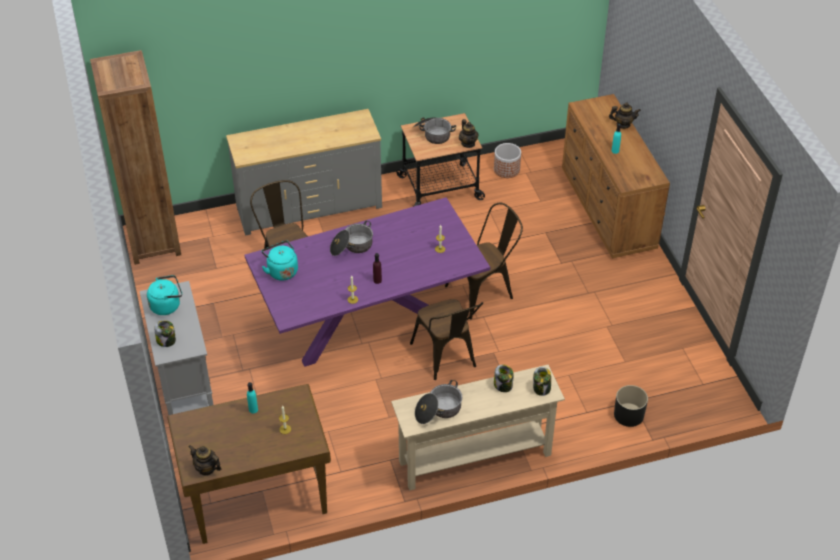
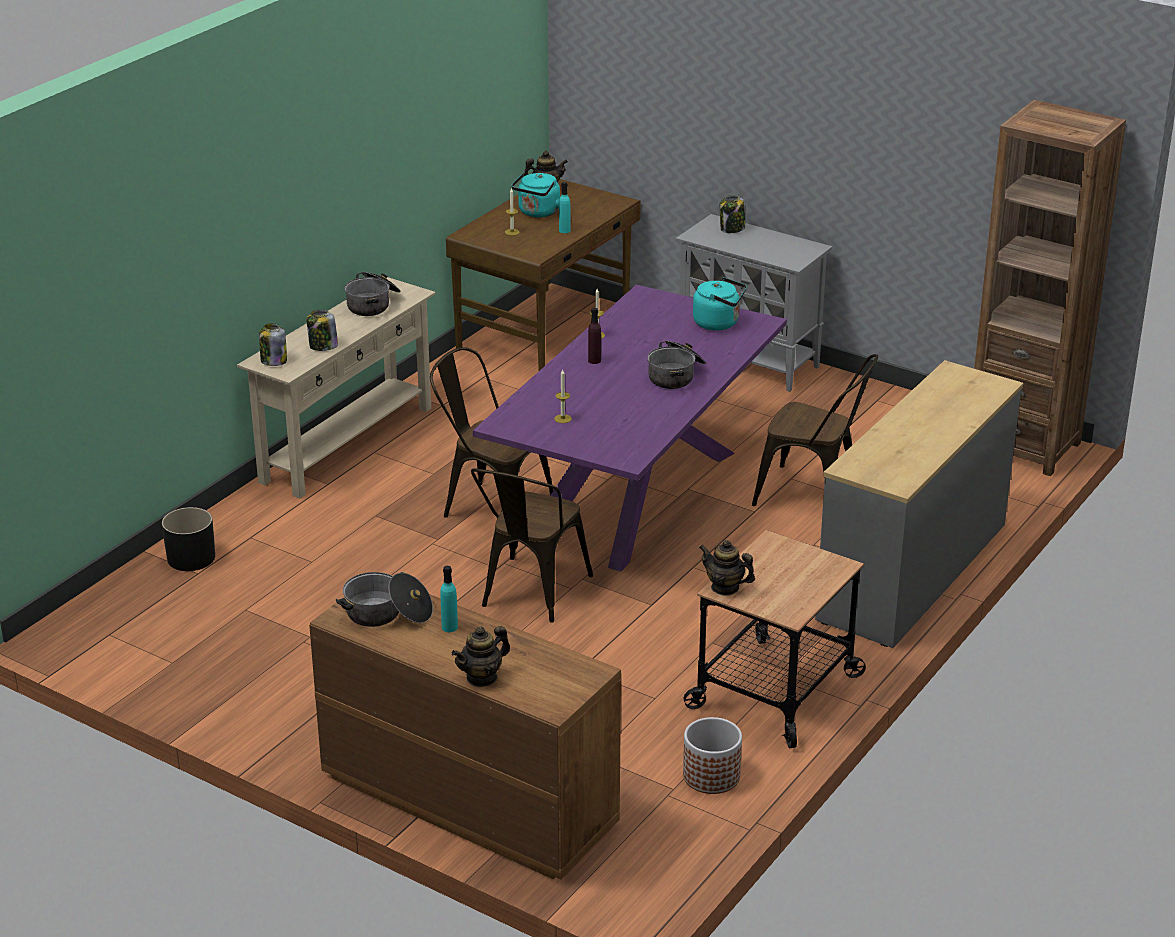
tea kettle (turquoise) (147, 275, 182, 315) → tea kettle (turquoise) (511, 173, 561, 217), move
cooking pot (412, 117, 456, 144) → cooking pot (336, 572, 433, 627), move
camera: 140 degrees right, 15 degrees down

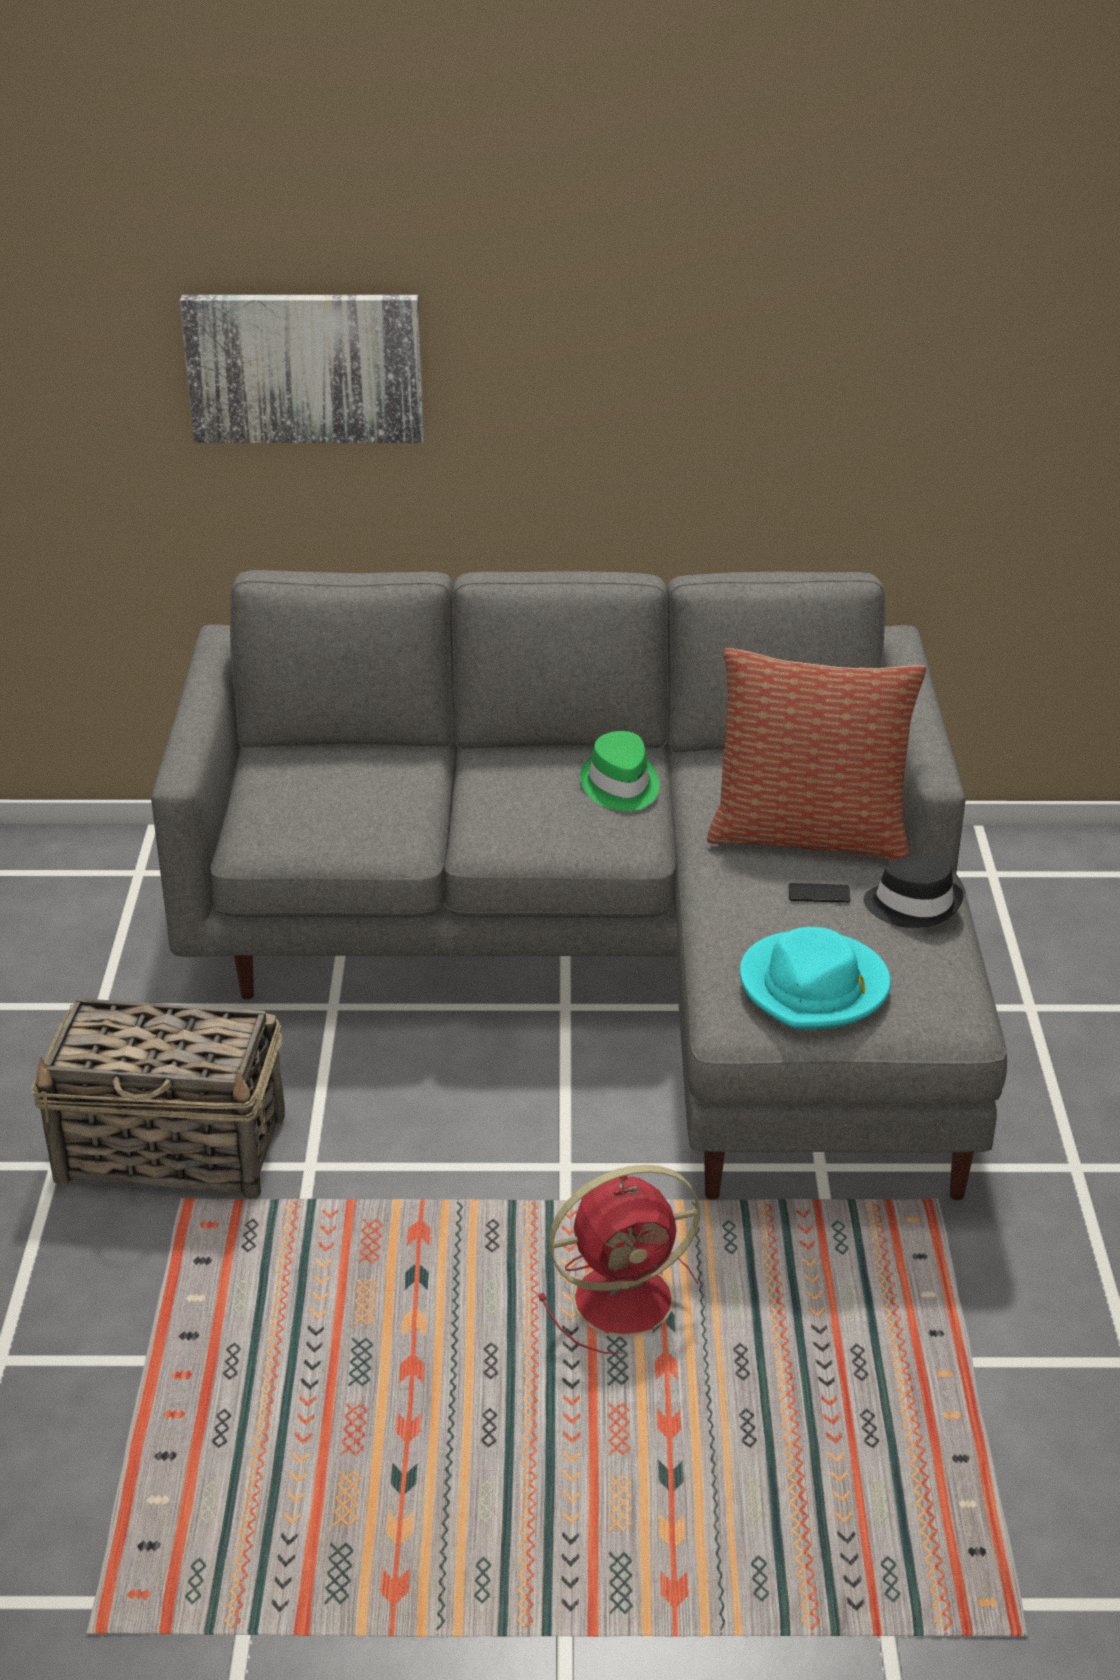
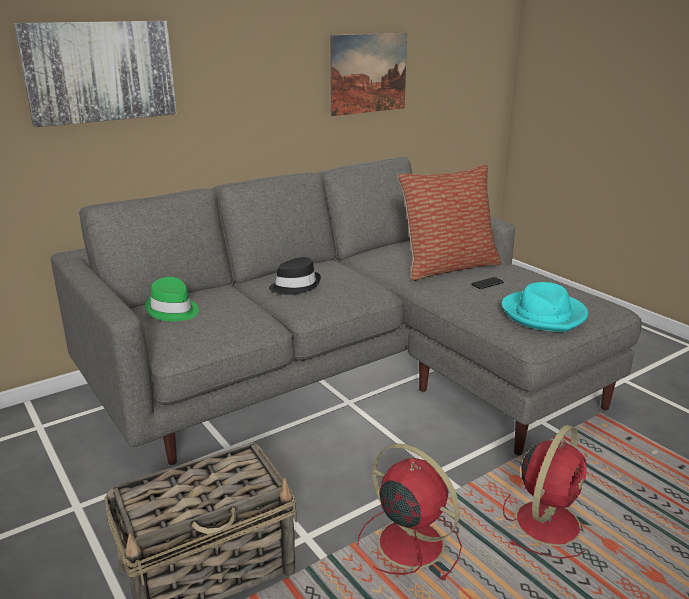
- → picture (330, 33, 407, 116)
- → fan (reddish) (357, 444, 462, 582)
wearable hat (green) (580, 731, 660, 811) → wearable hat (green) (145, 277, 199, 321), move
wearable hat (black-coloured) (863, 855, 964, 928) → wearable hat (black-coloured) (269, 257, 321, 295), move
camera: 35 degrees left, 10 degrees down

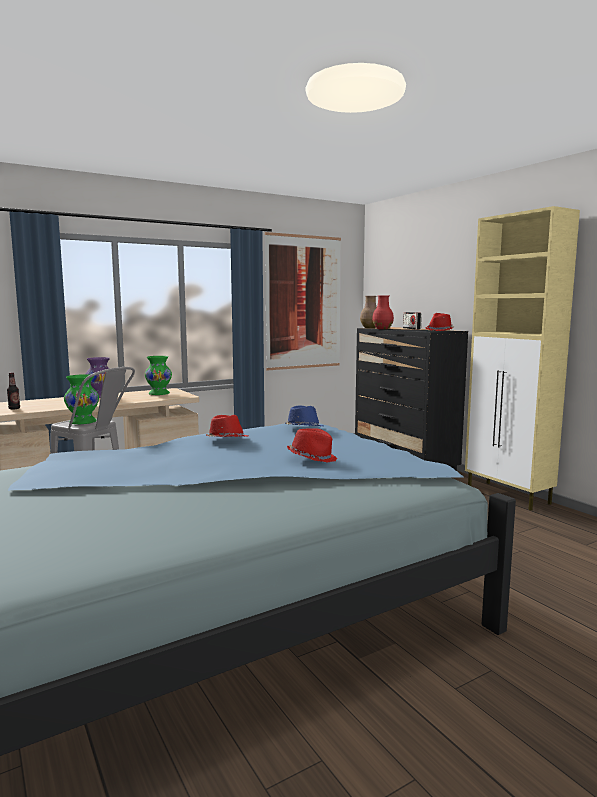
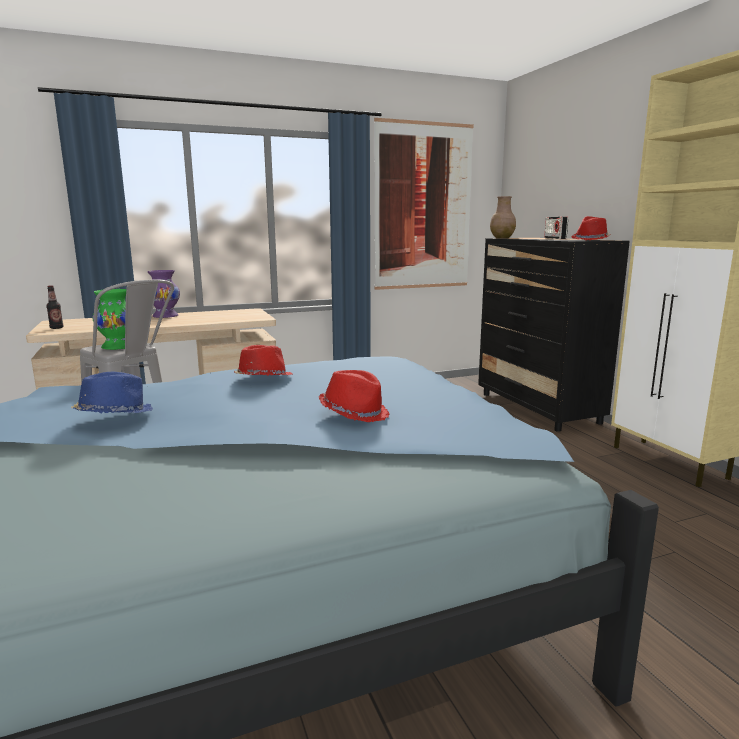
decorative vase (green) (145, 356, 172, 395) → -
decorative vase (reddish) (372, 295, 394, 329) → -
wearable hat (blue) (285, 406, 323, 426) → wearable hat (blue) (71, 372, 153, 413), move
camera: 10 degrees right, 5 degrees up

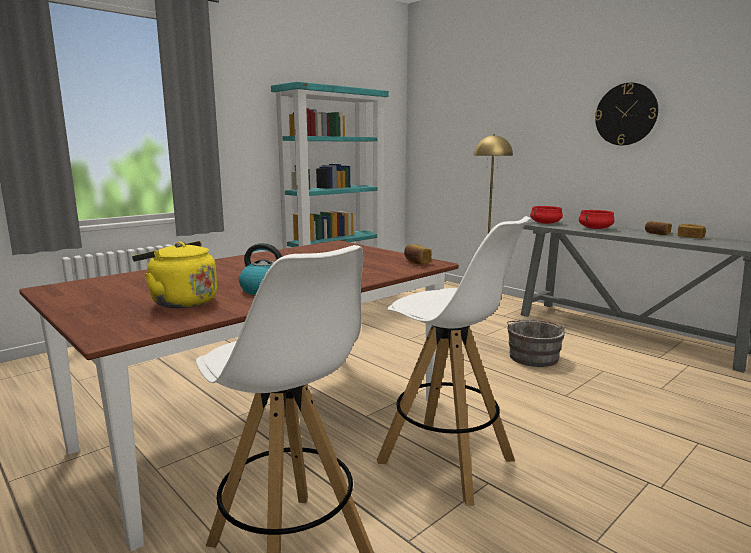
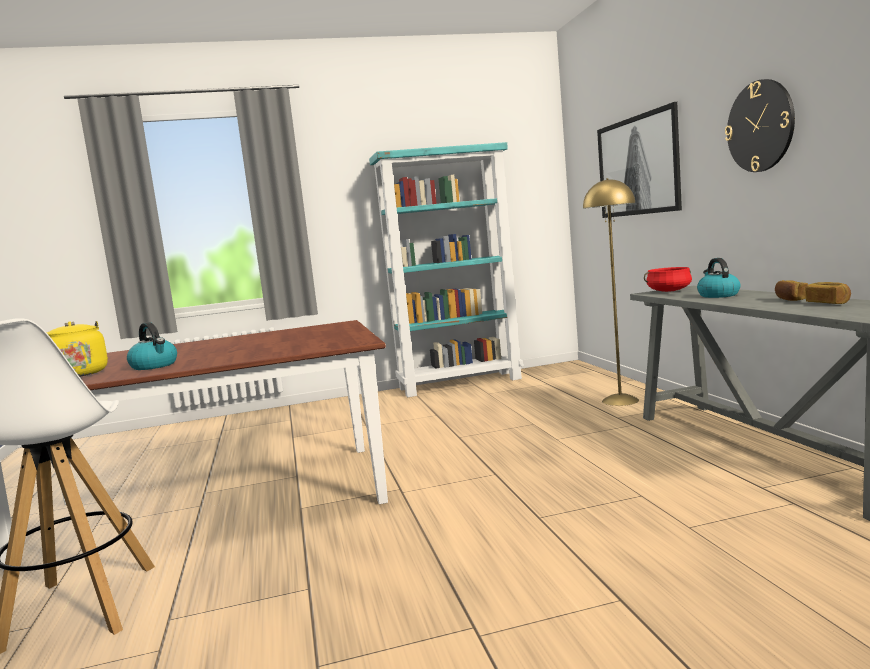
stool seat (whitish) (377, 216, 531, 506) → -
bread (404, 244, 432, 265) → -
water bucket (gray) (507, 319, 565, 367) → -
- → picture (597, 102, 682, 218)
cooking pot (reddish) (579, 210, 615, 229) → tea kettle (697, 258, 740, 298)
camera: 30 degrees right, 5 degrees down

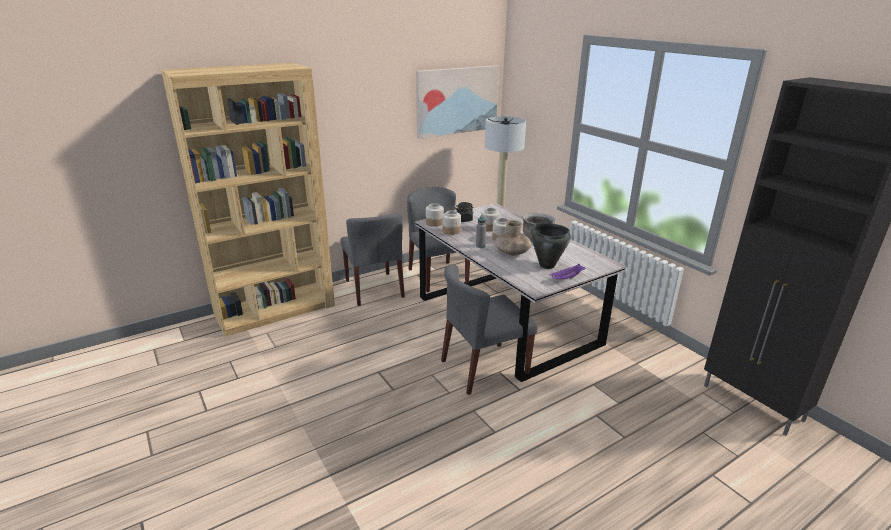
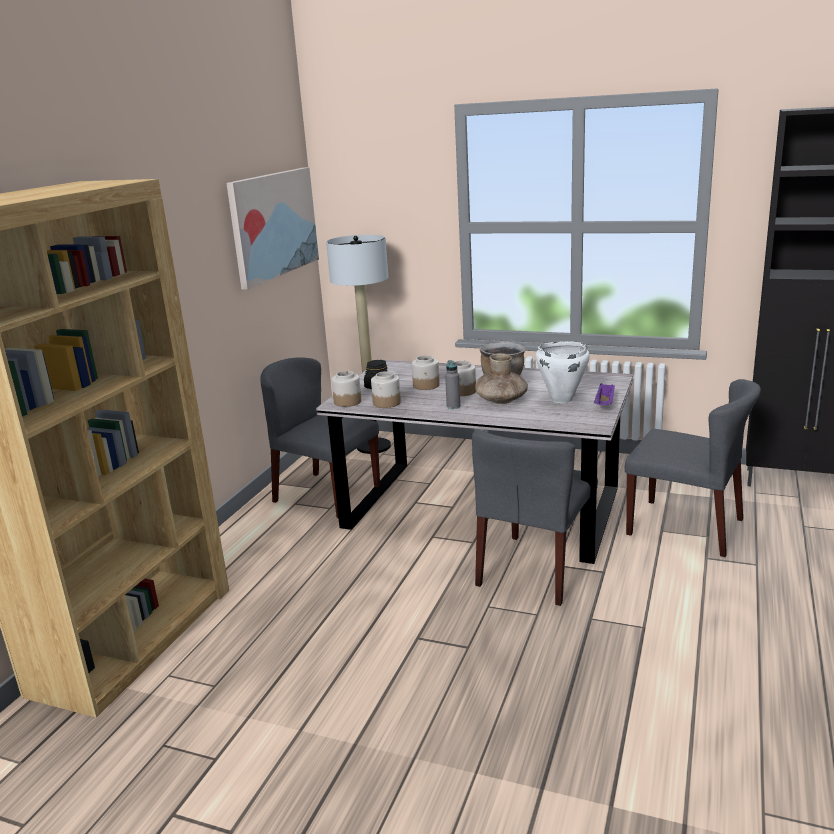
chair (gray) (340, 212, 405, 306) → chair (gray) (625, 379, 761, 557), move
cooking pot (black-coloured) (531, 223, 571, 269) → cooking pot (whitish) (536, 341, 590, 403)
camera: 35 degrees left, 5 degrees down

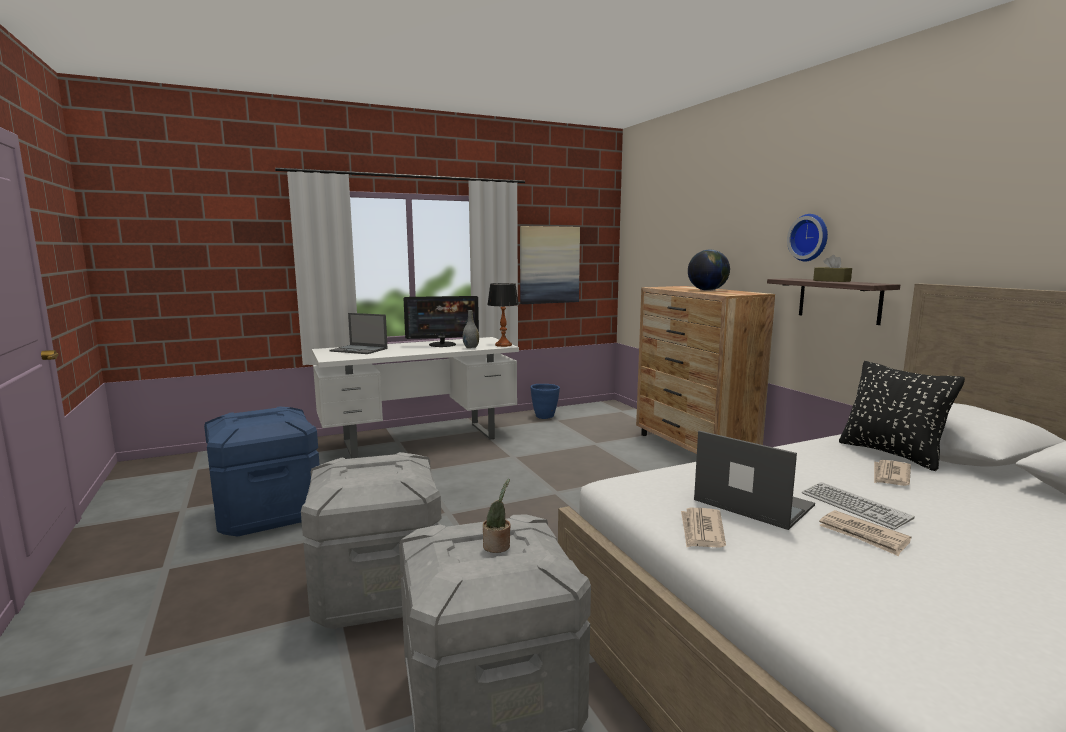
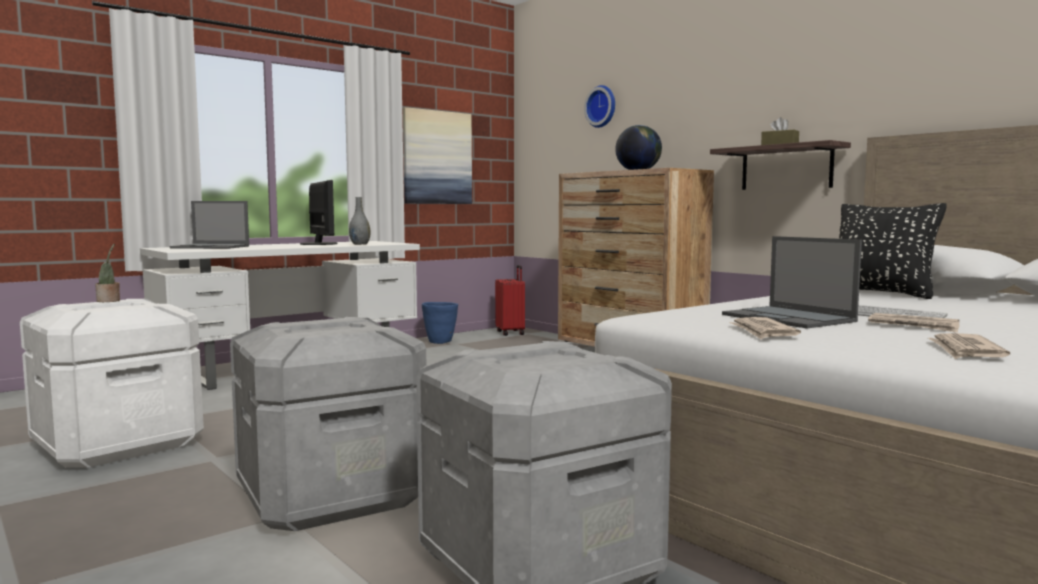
lamp for a table (487, 283, 519, 347) → -
- → travel case (reddish) (495, 265, 525, 336)
plant in a pot (483, 479, 511, 553) → plant in a pot (95, 244, 120, 302), move
hanging clock (787, 214, 828, 261) → hanging clock (584, 85, 615, 128), move
printed paper (874, 460, 911, 486) → printed paper (928, 333, 1010, 359), move
storage container (blue) (204, 406, 320, 537) → storage container (whitish) (20, 299, 204, 468)
computer display (404, 296, 479, 347) → computer display (300, 180, 338, 245), 90 degrees counterclockwise
notebook computer (694, 431, 815, 530) → notebook computer (722, 236, 862, 329), 150 degrees counterclockwise
camera: 15 degrees left, 5 degrees down

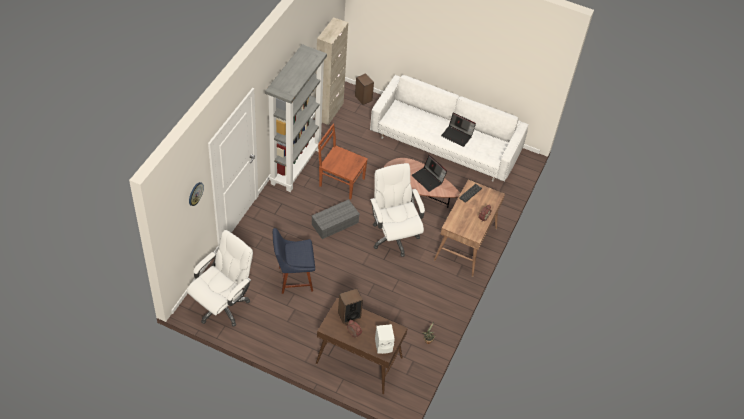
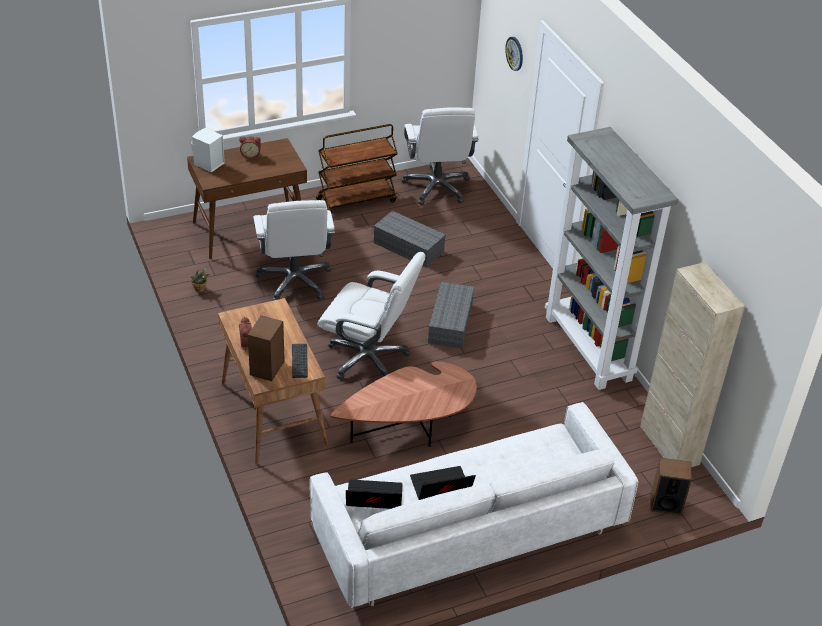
chair (brown) (318, 124, 368, 199) → -
- → office chair (whitish) (253, 200, 335, 300)
- → wheeled cart (brown) (316, 124, 398, 213)
speaker (338, 288, 363, 324) → speaker (248, 315, 285, 381), move
notebook computer (412, 155, 447, 192) → notebook computer (346, 479, 403, 509), move
chair (blue) (273, 228, 315, 294) → storage container (gray) (374, 211, 446, 267)
camera: 135 degrees right, 10 degrees down

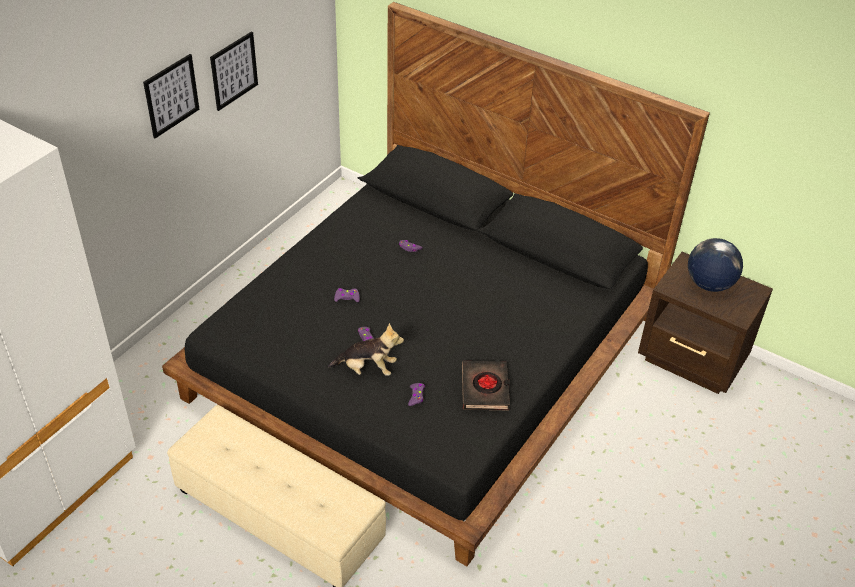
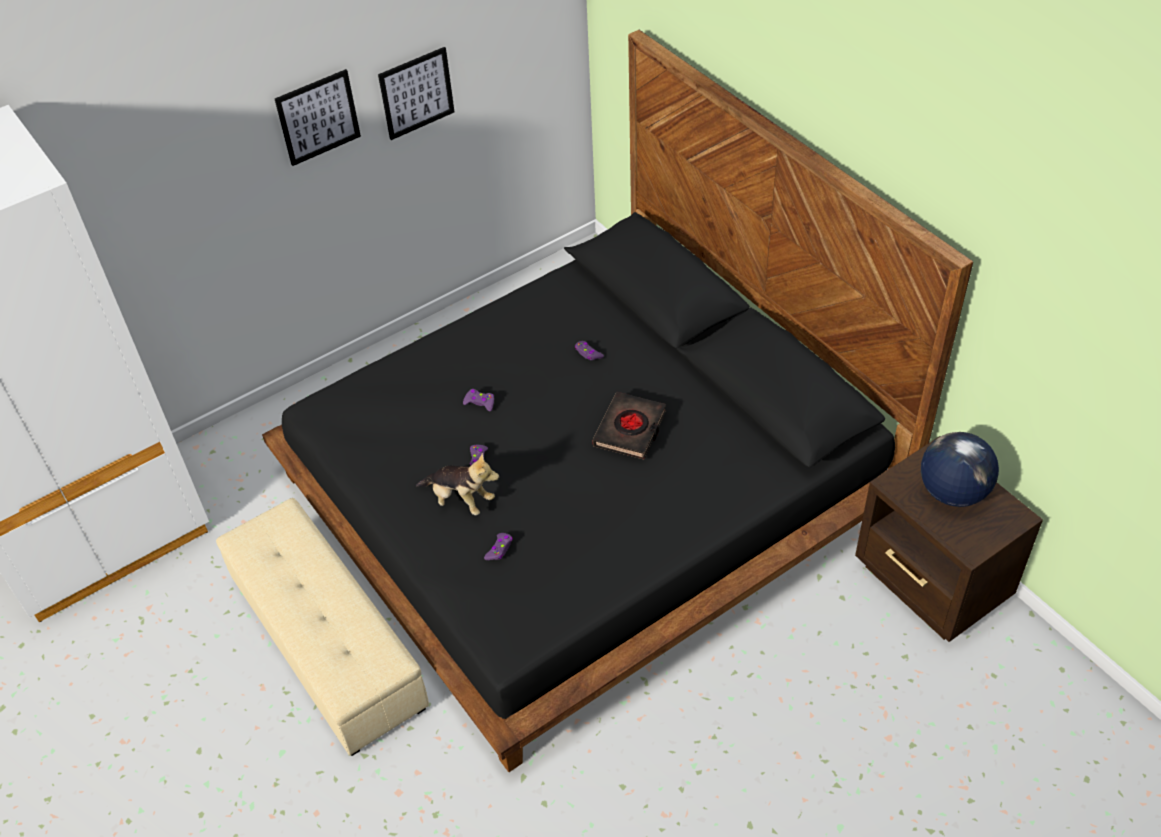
book (black-coloured) (462, 361, 510, 410) → book (black-coloured) (592, 392, 666, 460), move
camera: 25 degrees right, 5 degrees up

